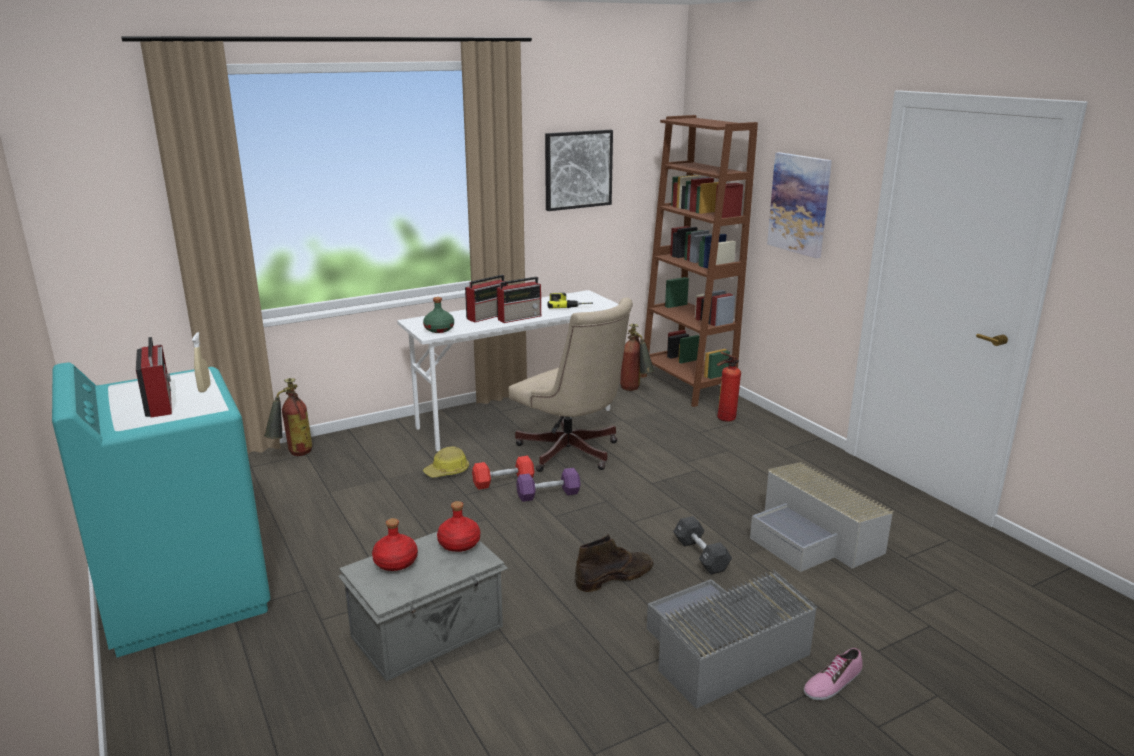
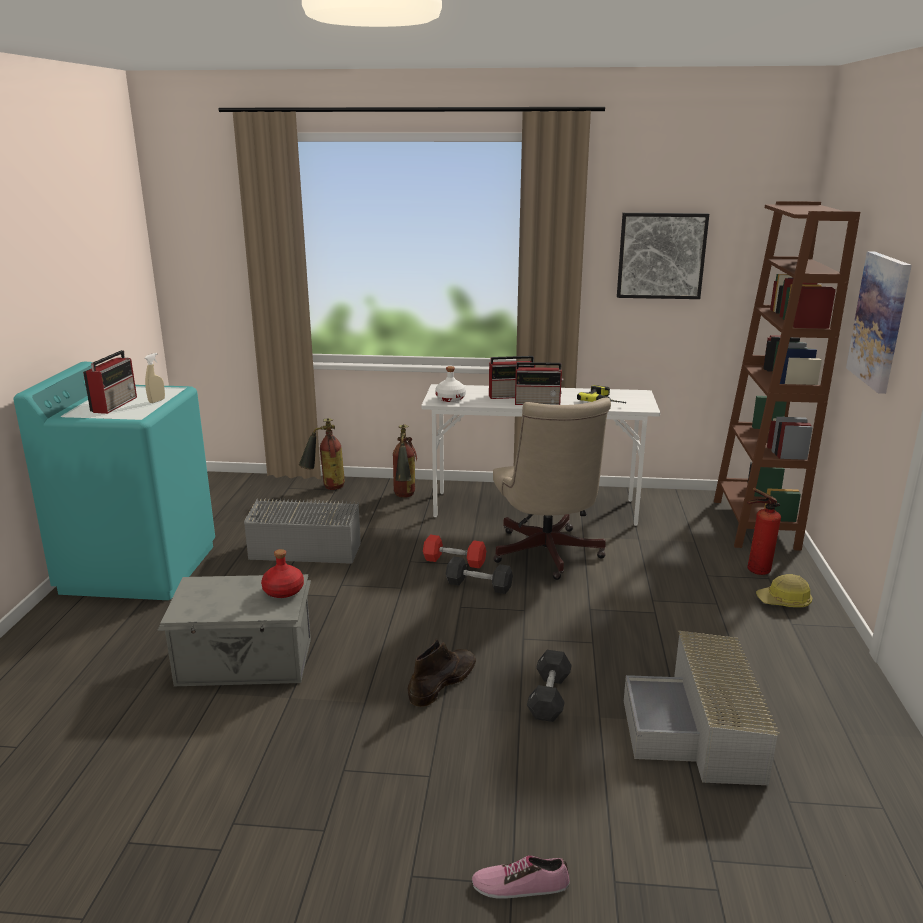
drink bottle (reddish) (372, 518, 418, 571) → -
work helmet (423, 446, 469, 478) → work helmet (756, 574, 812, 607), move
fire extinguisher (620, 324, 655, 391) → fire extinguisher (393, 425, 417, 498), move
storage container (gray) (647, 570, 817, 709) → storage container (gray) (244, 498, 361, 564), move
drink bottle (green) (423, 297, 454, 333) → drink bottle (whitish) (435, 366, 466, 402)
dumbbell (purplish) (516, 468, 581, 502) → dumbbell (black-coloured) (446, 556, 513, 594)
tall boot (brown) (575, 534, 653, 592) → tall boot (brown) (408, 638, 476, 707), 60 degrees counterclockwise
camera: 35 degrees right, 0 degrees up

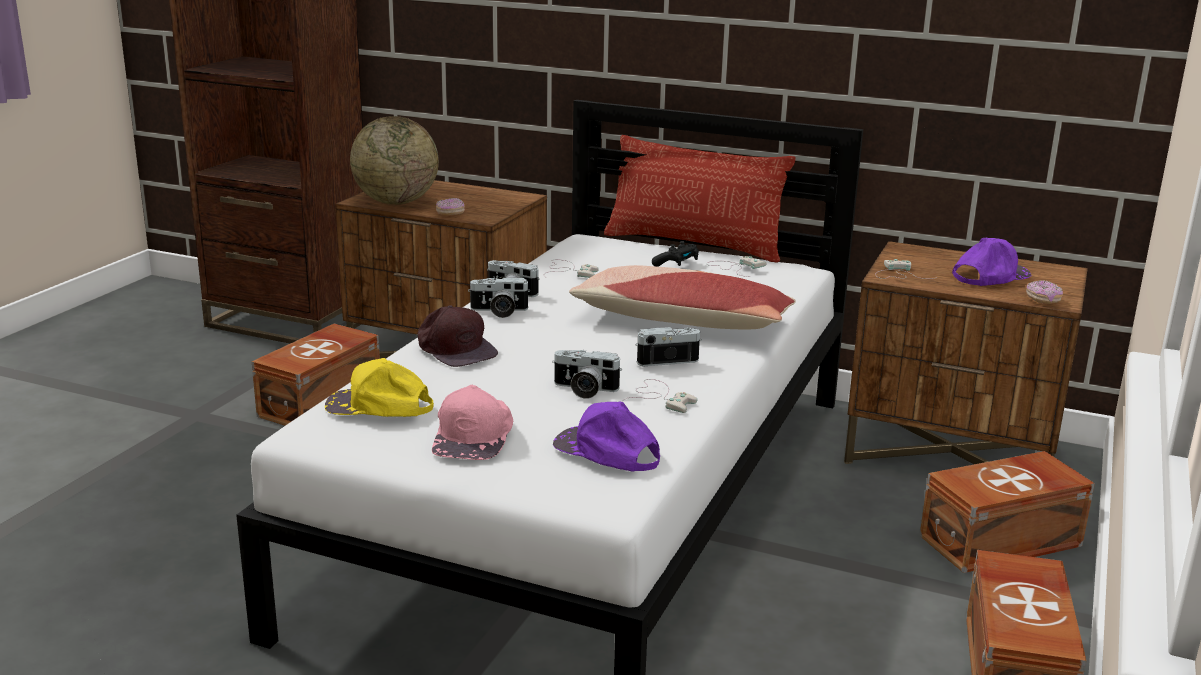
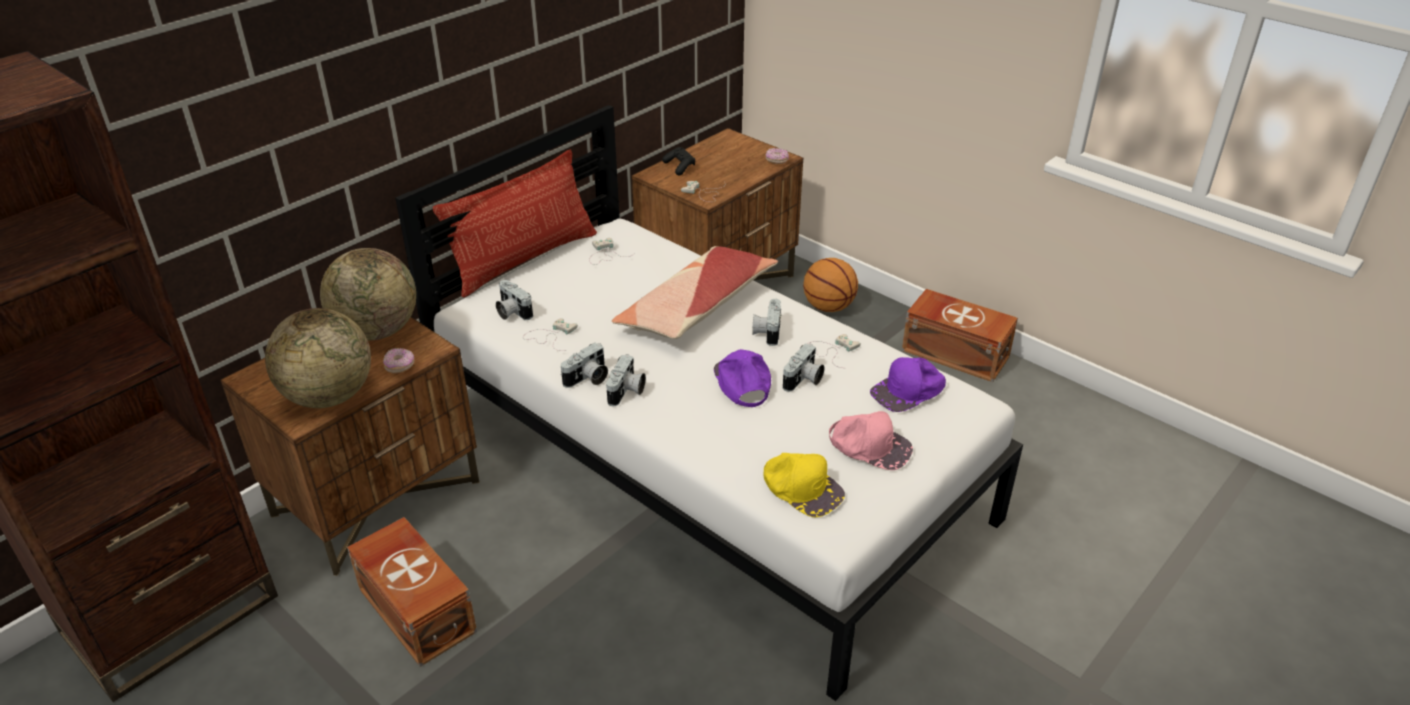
cap (brown) (418, 305, 498, 367) → -
- → desk globe (320, 248, 416, 340)
- → still camera (496, 280, 533, 320)
game controller (black-coloured) (652, 241, 699, 267) → game controller (black-coloured) (662, 147, 695, 176), move
cap (purplish) (952, 238, 1031, 286) → cap (purplish) (714, 349, 771, 407), move
storage container (brown) (920, 451, 1095, 573) → basketball ball (803, 258, 858, 312)
cap (yellowish) (325, 358, 434, 417) → cap (yellowish) (763, 453, 845, 518), 75 degrees counterclockwise
camera: 70 degrees left, 15 degrees up

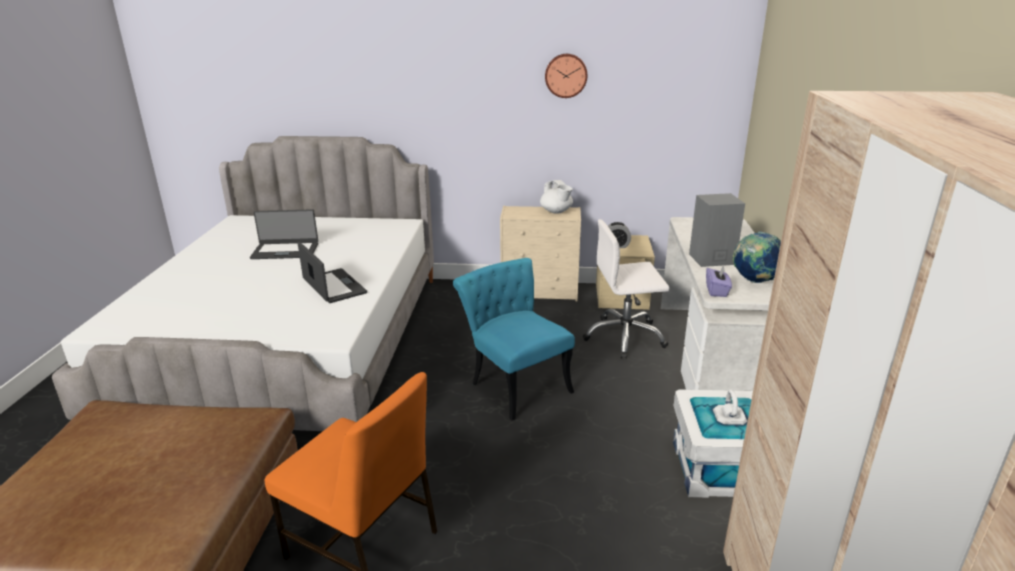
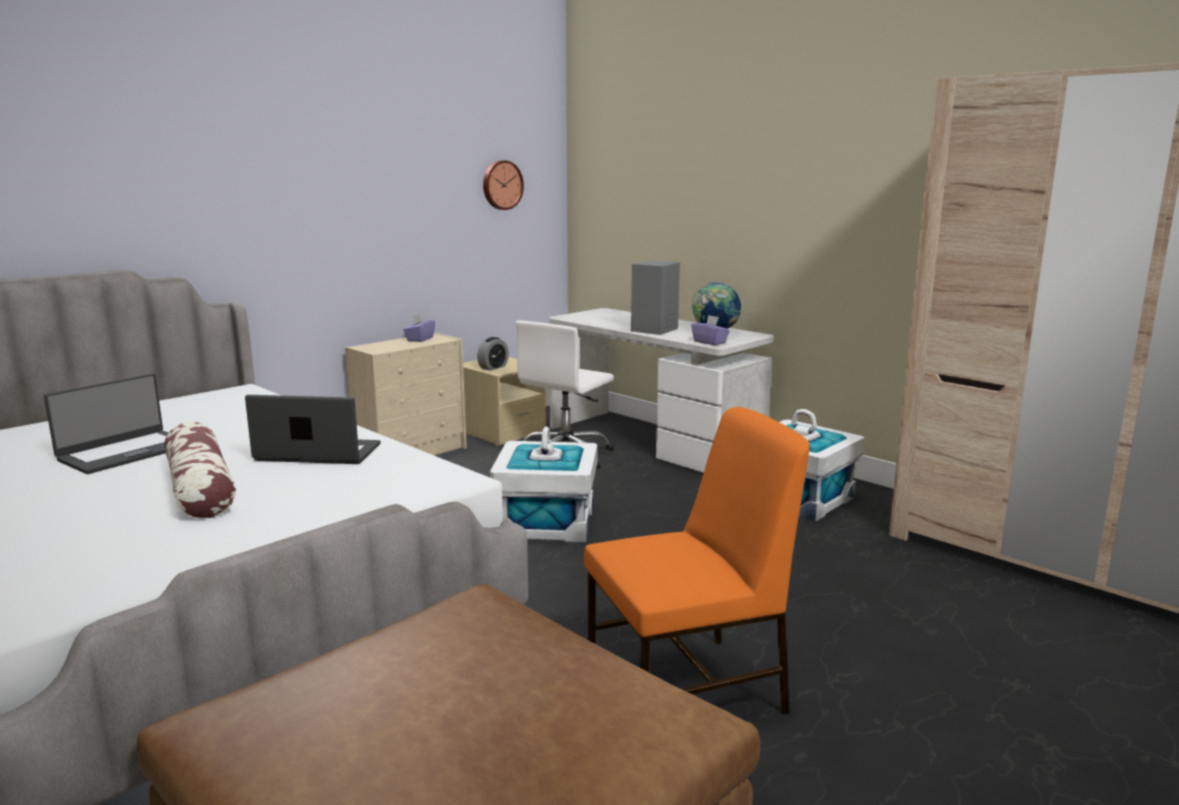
- → cushion (165, 422, 236, 519)
hanging clock (545, 54, 588, 98) → hanging clock (483, 160, 524, 210), move
chair (turquoise) (453, 258, 575, 420) → storage container (whitish) (490, 427, 598, 542)
teapot (whitish) (540, 180, 573, 214) → tissue holder (purplish) (404, 314, 435, 342)
camera: 50 degrees left, 10 degrees down

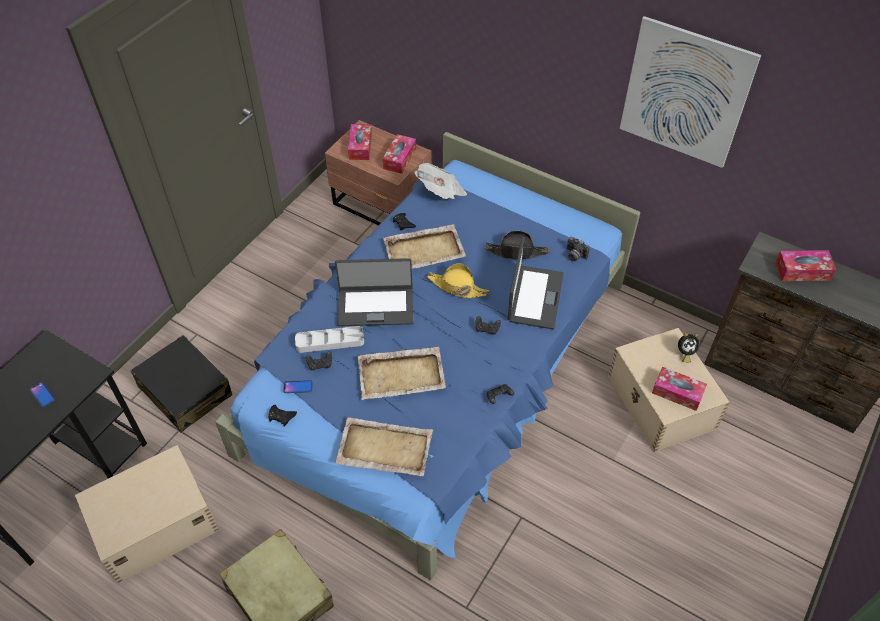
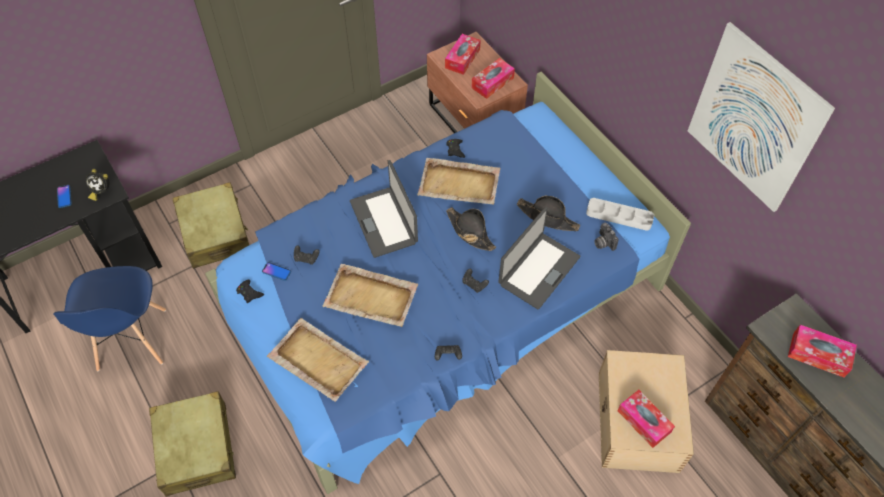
printed paper (415, 163, 467, 199) → -
carrying tray (gray) (295, 326, 364, 353) → carrying tray (gray) (586, 198, 654, 231), move
alarm clock (678, 333, 699, 362) → alarm clock (86, 169, 110, 201), move
storage container (sand-coloured) (75, 445, 219, 584) → chair (blue) (53, 266, 166, 371)
travel case (black-coloured) (131, 335, 232, 433) → travel case (sand-coloured) (173, 182, 249, 269)
wearable hat (yellowish) (427, 263, 489, 298) → wearable hat (black-coloured) (446, 207, 496, 251)
notebook computer (335, 258, 413, 326) → notebook computer (350, 160, 418, 258), 45 degrees clockwise
camera: 25 degrees right, 5 degrees up

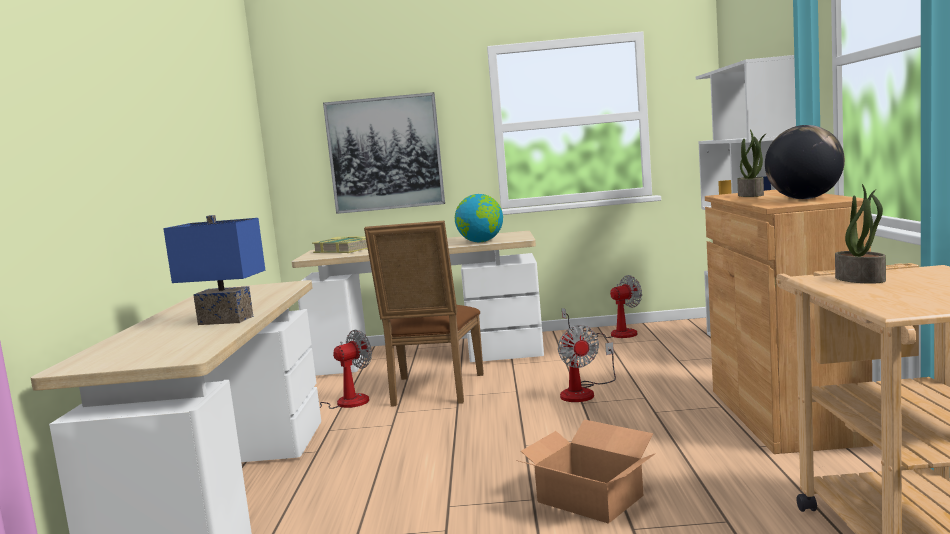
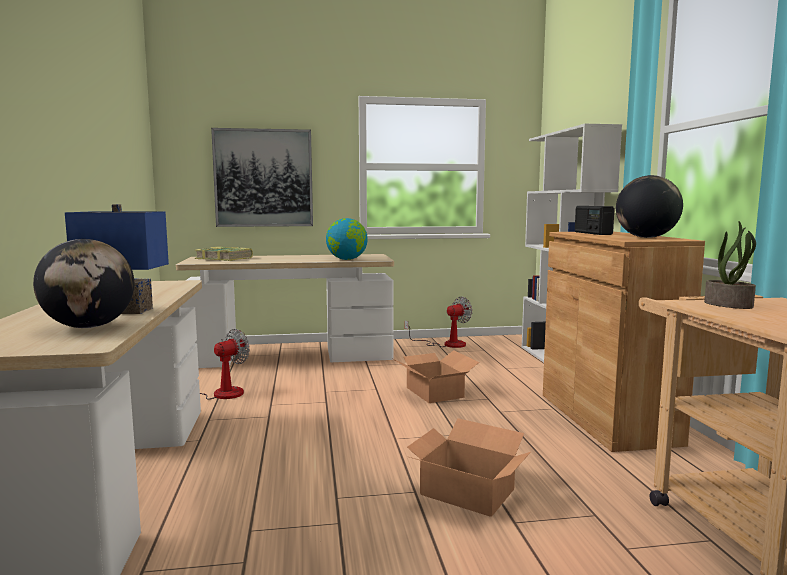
chair (brown) (364, 221, 484, 406) → -
- → desk globe (33, 239, 134, 328)
fan (558, 325, 616, 402) → packing box (393, 350, 479, 403)
plant in a pot (737, 130, 766, 197) → radio set (575, 206, 615, 235)
camera: 10 degrees left, 0 degrees up

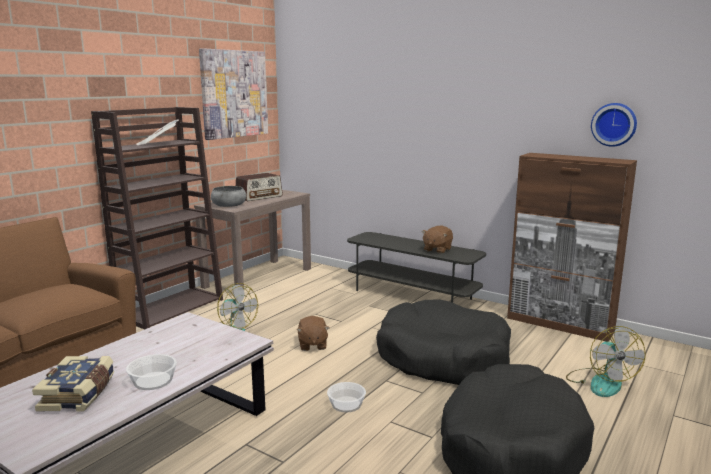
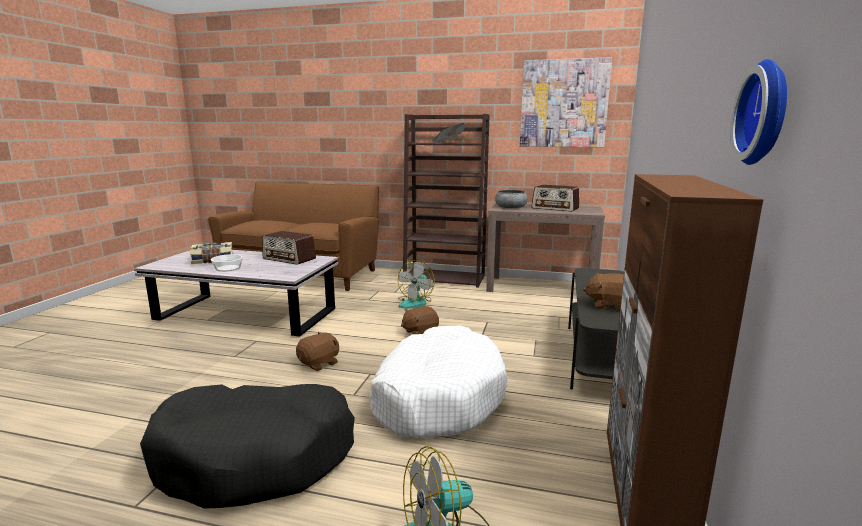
- → radio set (262, 231, 316, 265)
serving bowl (327, 382, 366, 412) → soft toy (brown) (296, 332, 339, 371)
dog bed (black-coloured) (376, 299, 511, 385) → dog bed (whitish) (369, 326, 507, 438)
camera: 70 degrees right, 0 degrees up

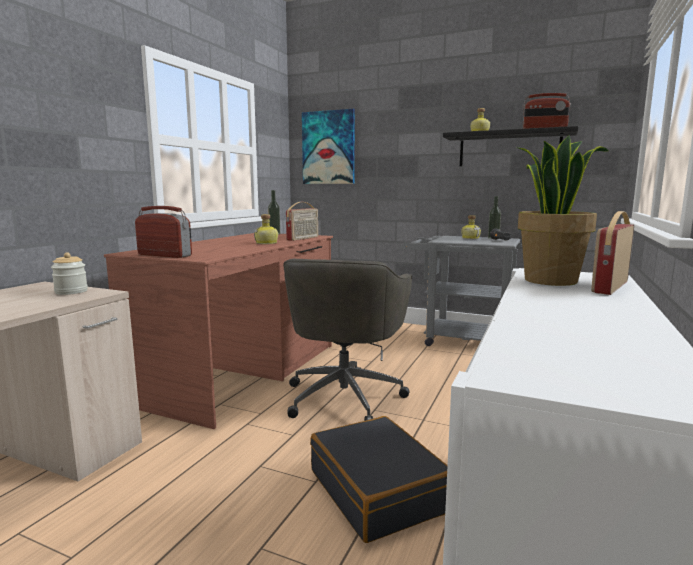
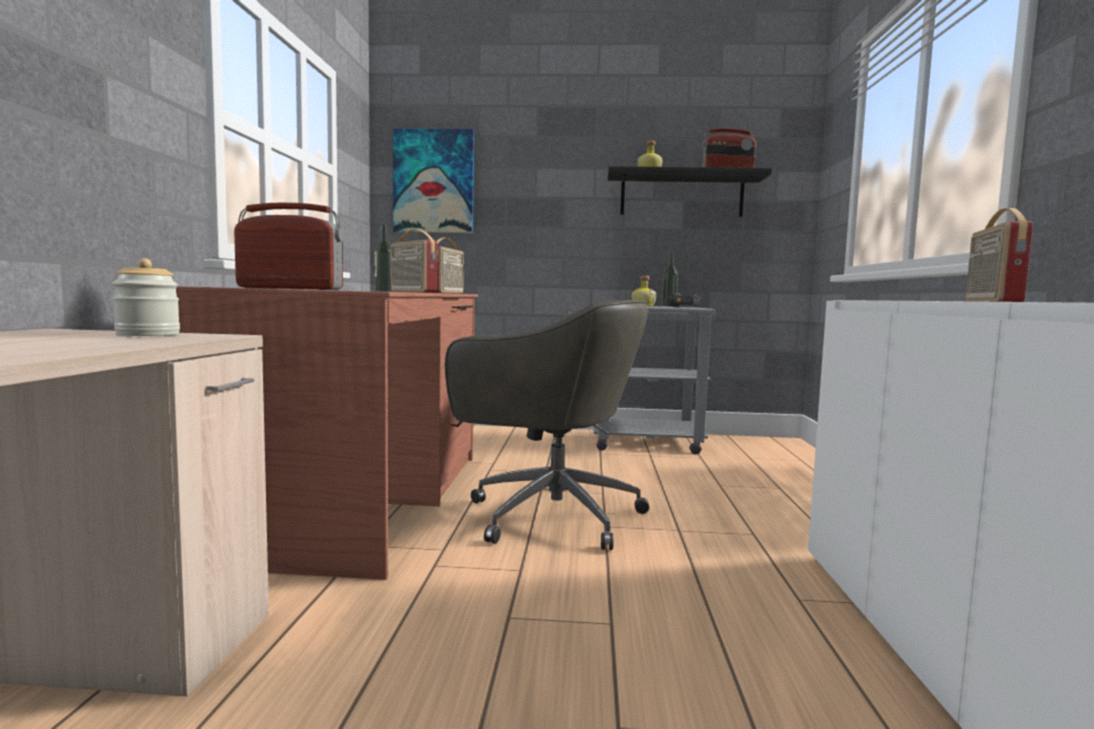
travel case (black-coloured) (310, 416, 448, 543) → -
plant in a pot (517, 135, 609, 286) → -
drink bottle (254, 214, 278, 244) → radio set (391, 229, 437, 293)
office chair (gray) (283, 259, 412, 421) → office chair (gray) (445, 300, 649, 550), 60 degrees counterclockwise
camera: 20 degrees left, 5 degrees down

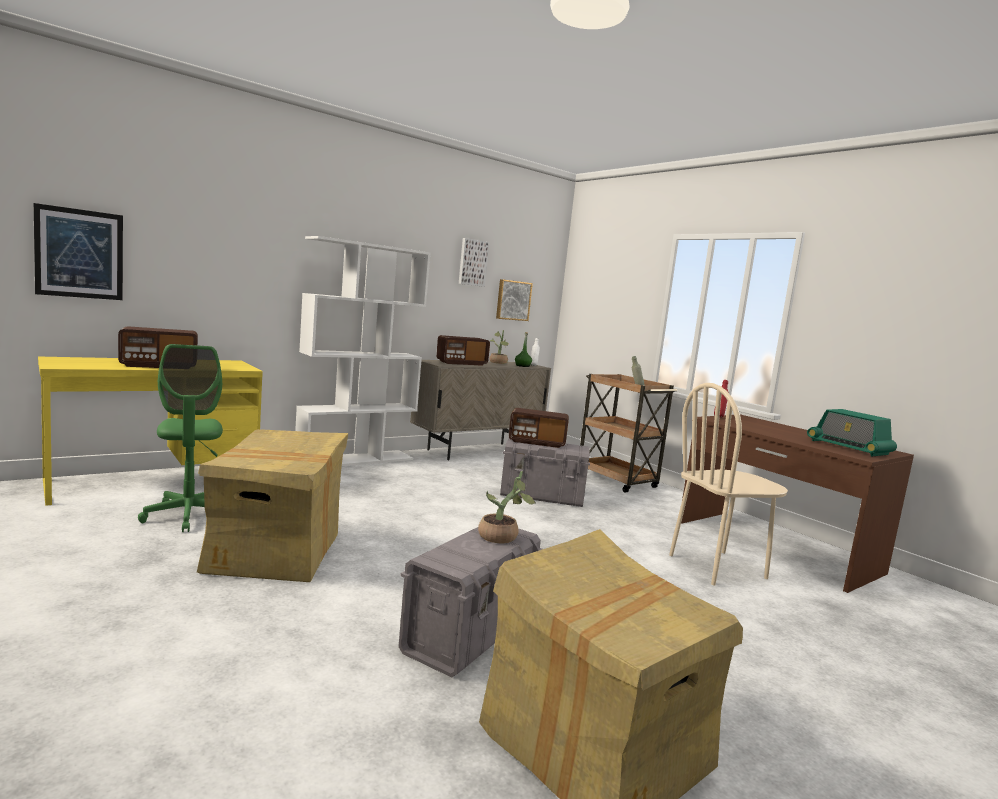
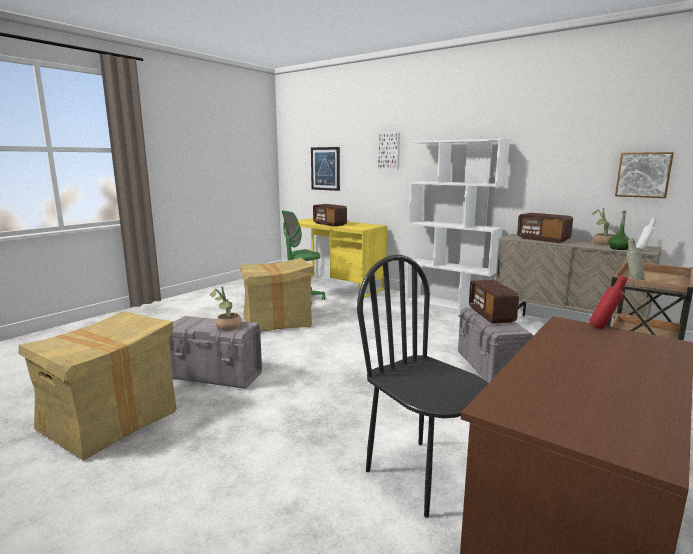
radio set (807, 409, 897, 456) → -
picture (459, 238, 489, 287) → picture (378, 132, 400, 169), move
chair (sand-coloured) (669, 383, 788, 585) → chair (black-coloured) (357, 255, 488, 518)
camera: 75 degrees right, 5 degrees up

